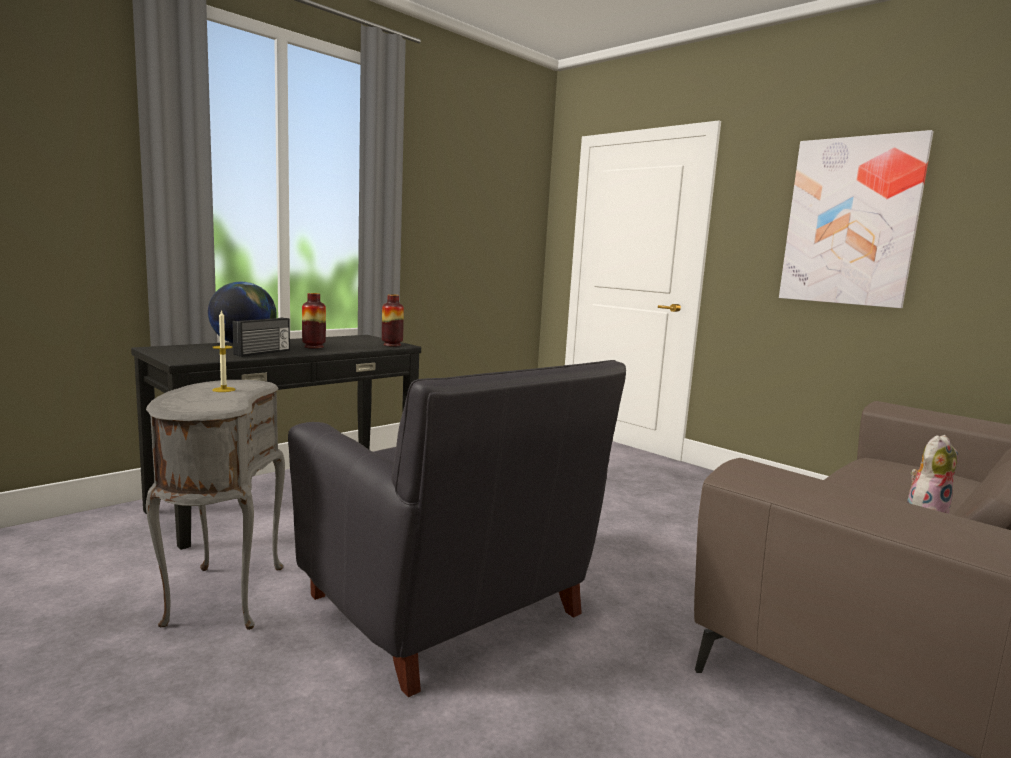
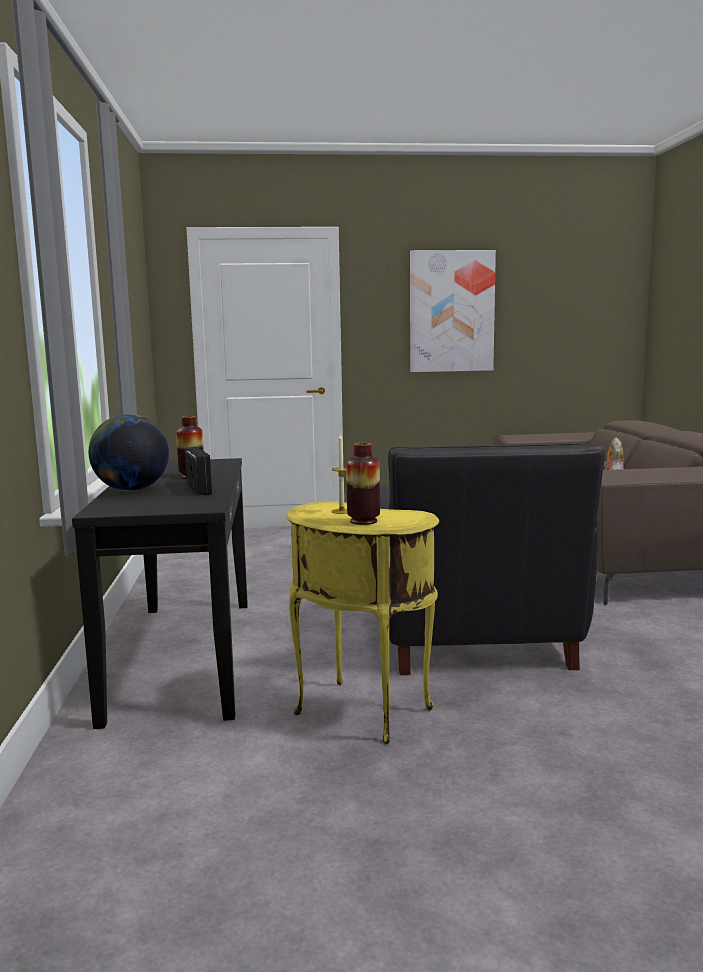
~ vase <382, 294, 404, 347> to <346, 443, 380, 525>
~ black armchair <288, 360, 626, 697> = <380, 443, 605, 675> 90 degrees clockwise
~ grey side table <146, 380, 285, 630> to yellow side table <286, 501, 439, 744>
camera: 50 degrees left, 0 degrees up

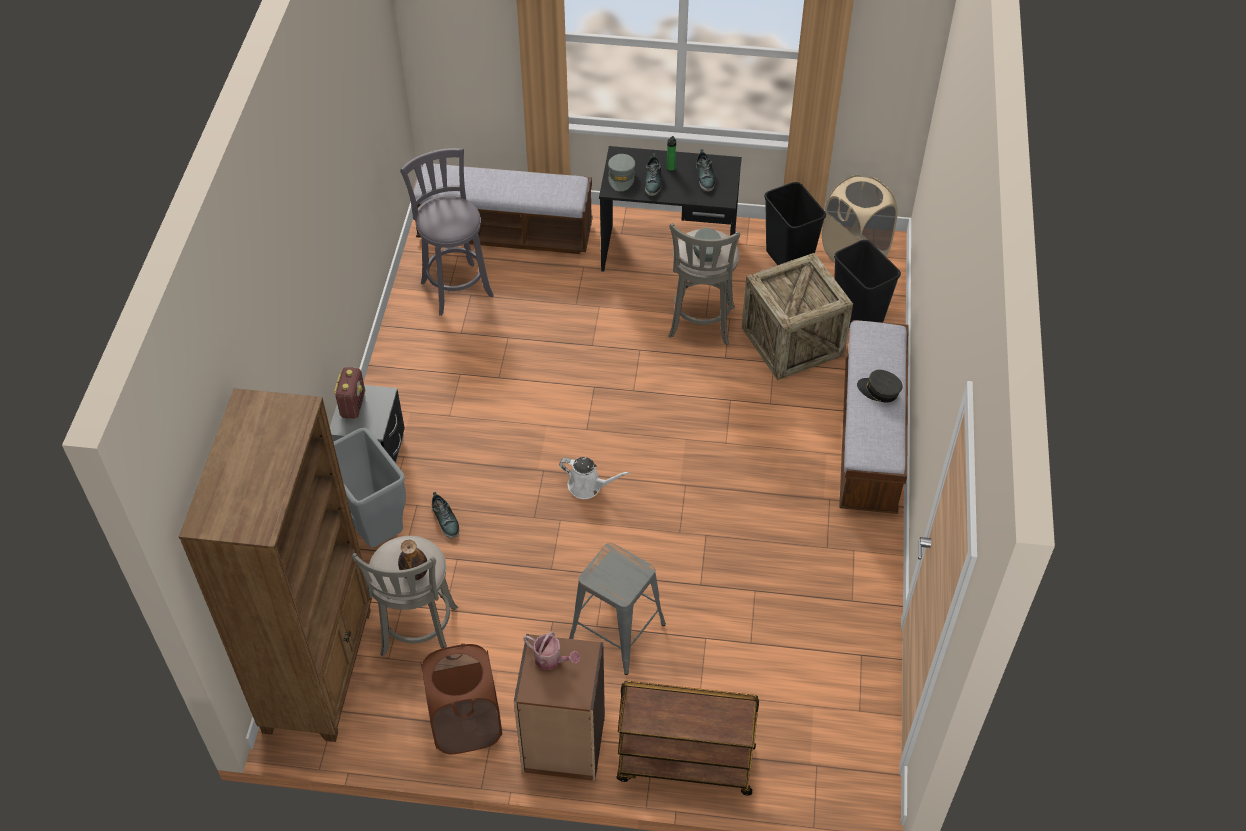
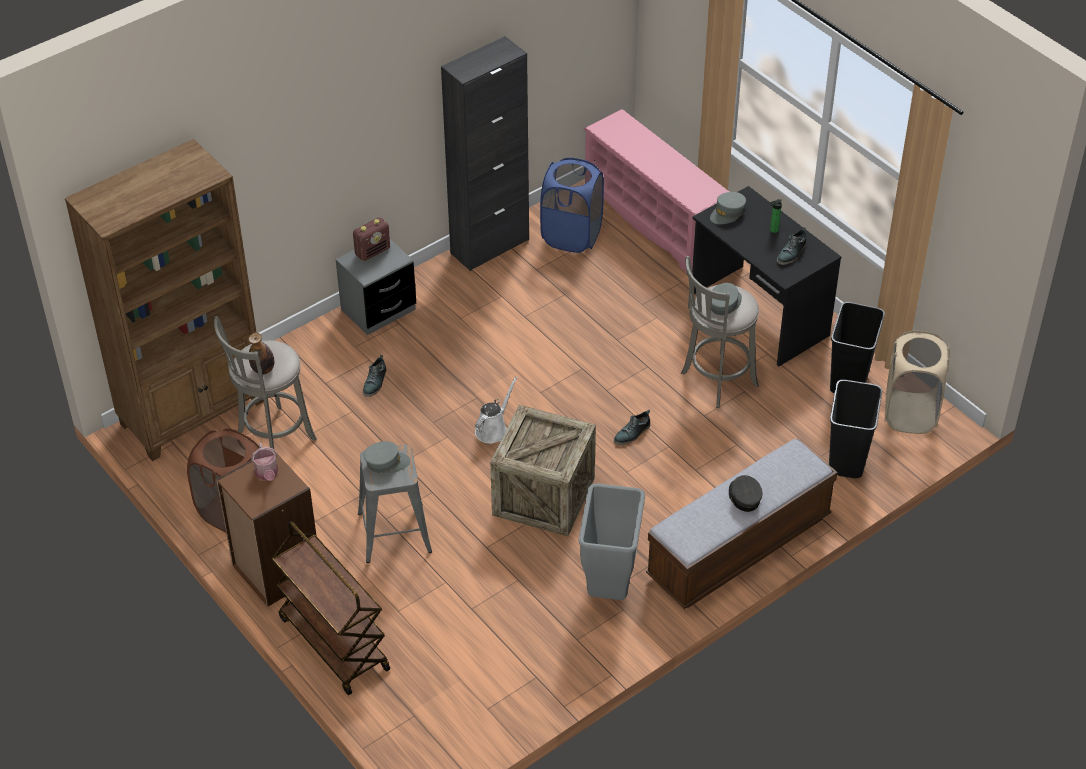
~ grey stool <400, 148, 494, 316> to blue laundry basket <540, 157, 604, 253>
~ shoe <645, 153, 662, 196> to <614, 409, 650, 445>
~ bench <413, 163, 593, 254> to pink shoe rack <584, 109, 729, 273>
~ crate <742, 253, 853, 380> to <490, 405, 596, 536>
~ grey trash can <334, 428, 406, 547> to <578, 483, 645, 600>
~ white watering can <559, 457, 630, 499> = <475, 377, 518, 444> 120 degrees counterclockwise
+ black cabinet <441, 36, 529, 271>
+ grey cap <364, 441, 411, 473>
camera: 45 degrees right, 5 degrees down

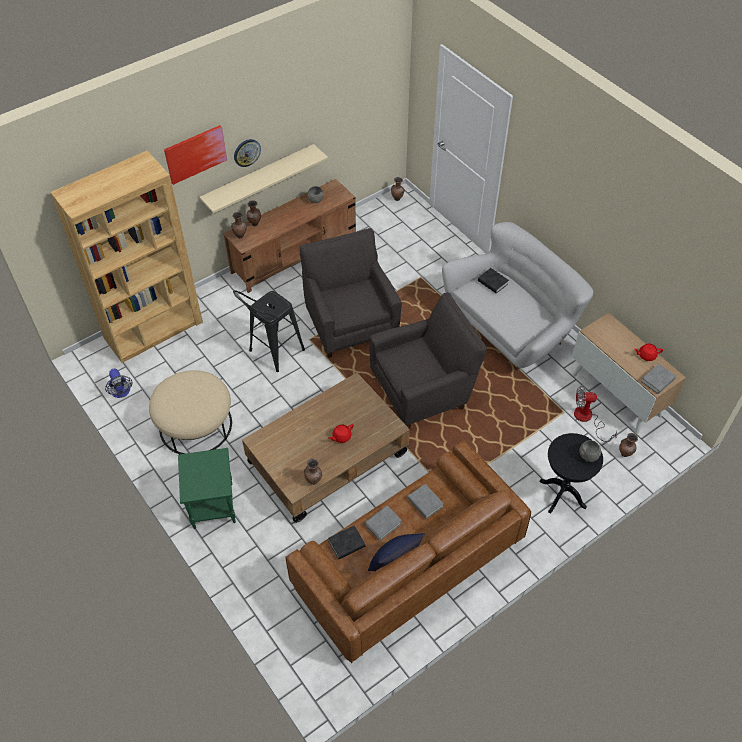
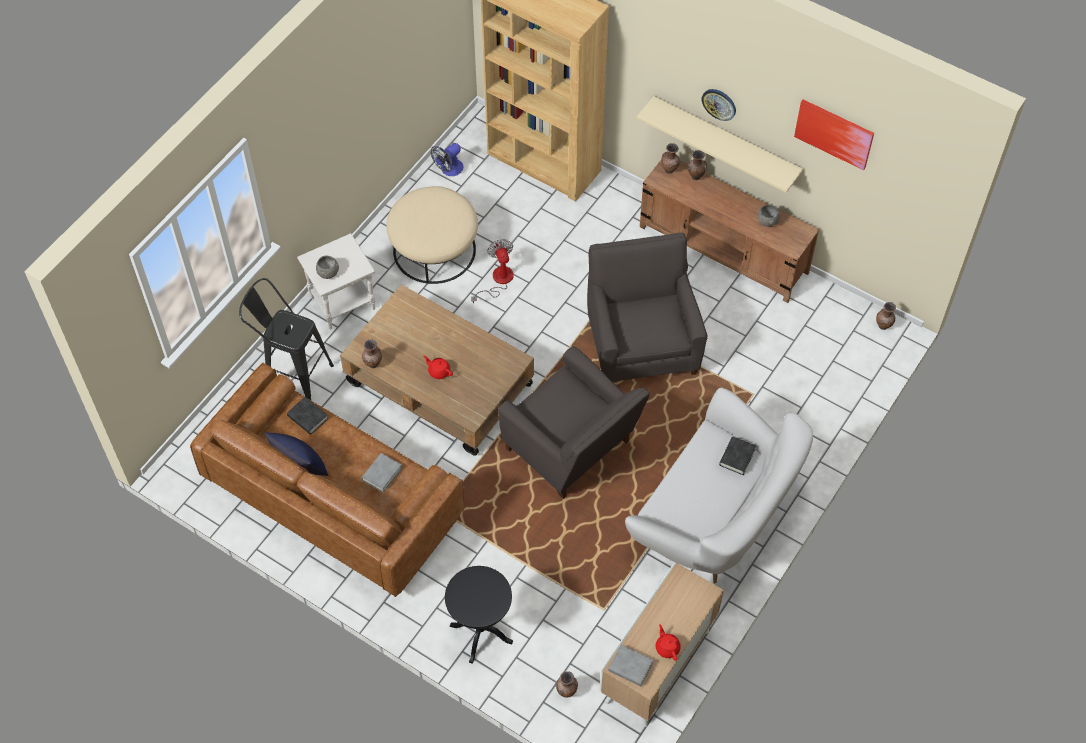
~ picture <164, 125, 227, 185> to <794, 100, 874, 170>
~ grey armchair <300, 228, 402, 358> = <587, 233, 707, 382> 60 degrees counterclockwise
~ black stool <233, 290, 305, 372> to <239, 278, 334, 400>
~ fan <574, 385, 617, 442> to <471, 239, 514, 303>
~ grey bowl <579, 440, 601, 462> to <316, 256, 339, 279>
~ green side table <178, 448, 236, 529> to white side table <297, 233, 375, 329>
- grey book <365, 506, 402, 541>
camera: 70 degrees right, 5 degrees up

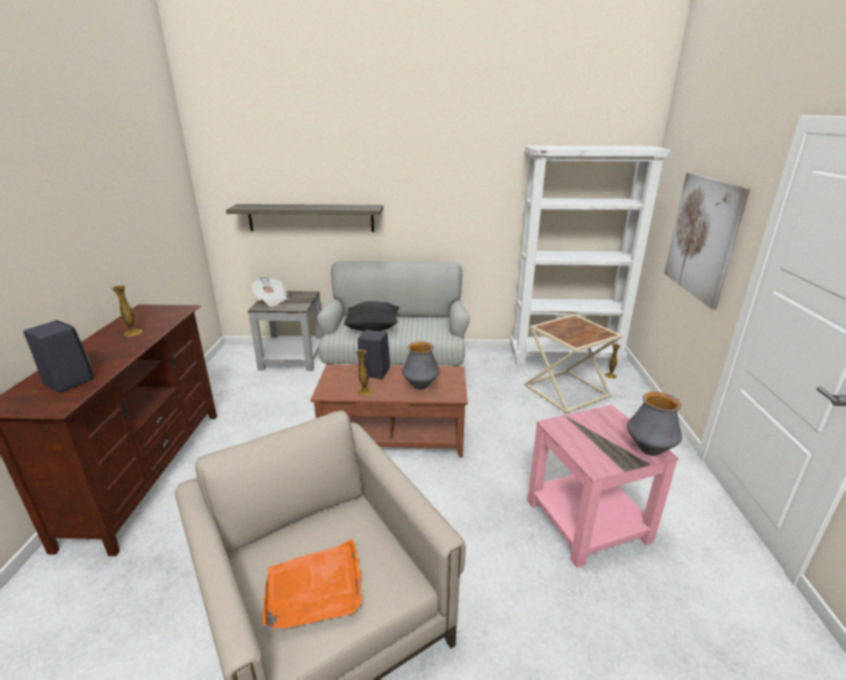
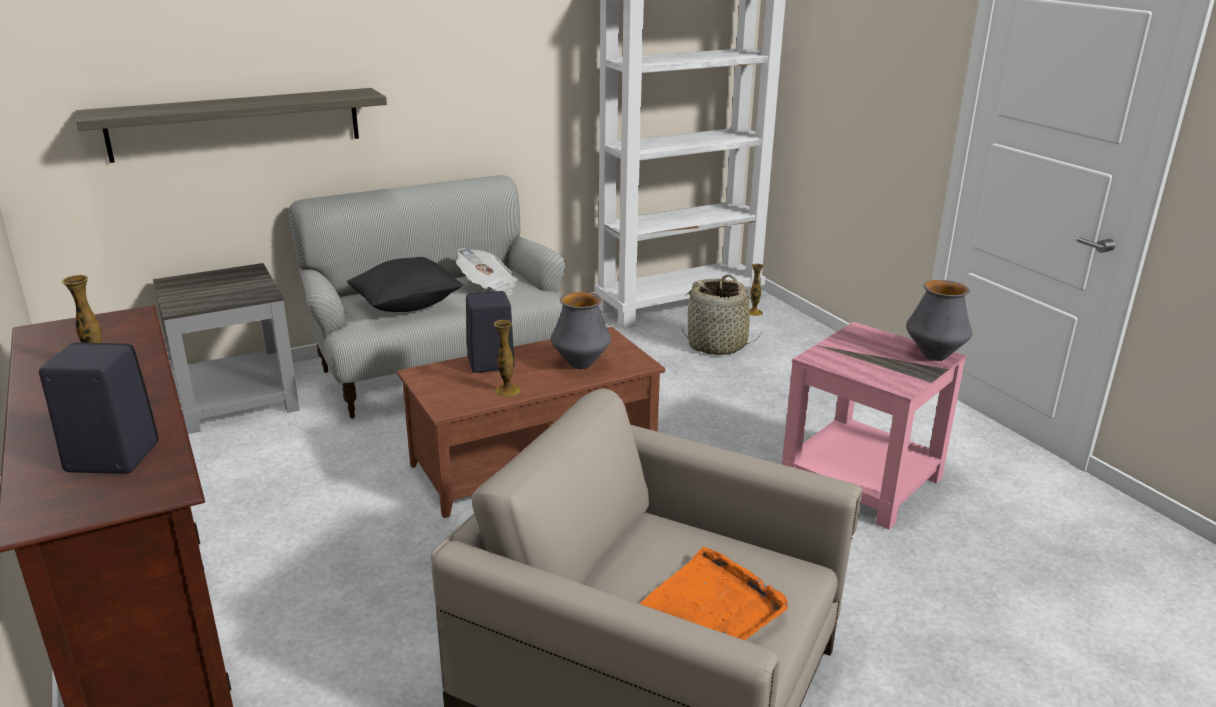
- picture <664, 172, 750, 310>
~ newspaper <252, 276, 288, 307> to <456, 248, 518, 296>
~ beige side table <524, 314, 623, 414> to basket <681, 275, 762, 355>
camera: 30 degrees left, 0 degrees up

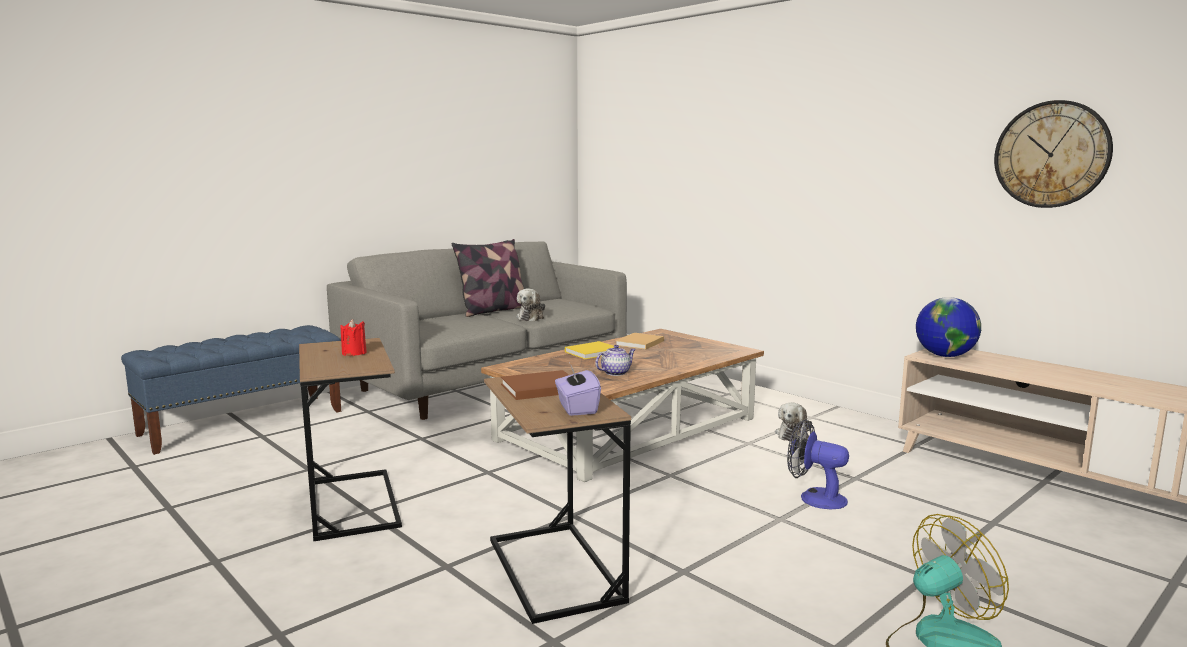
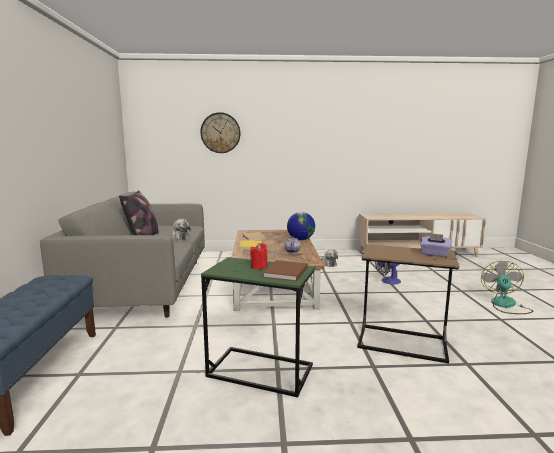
~ wall clock <994, 100, 1113, 208> to <200, 112, 241, 153>
~ globe <916, 297, 981, 357> to <287, 212, 315, 240>
~ brown side table <299, 338, 402, 541> to green side table <201, 257, 315, 397>
~ brown book <501, 370, 569, 400> to <263, 260, 308, 281>
camera: 50 degrees left, 0 degrees up

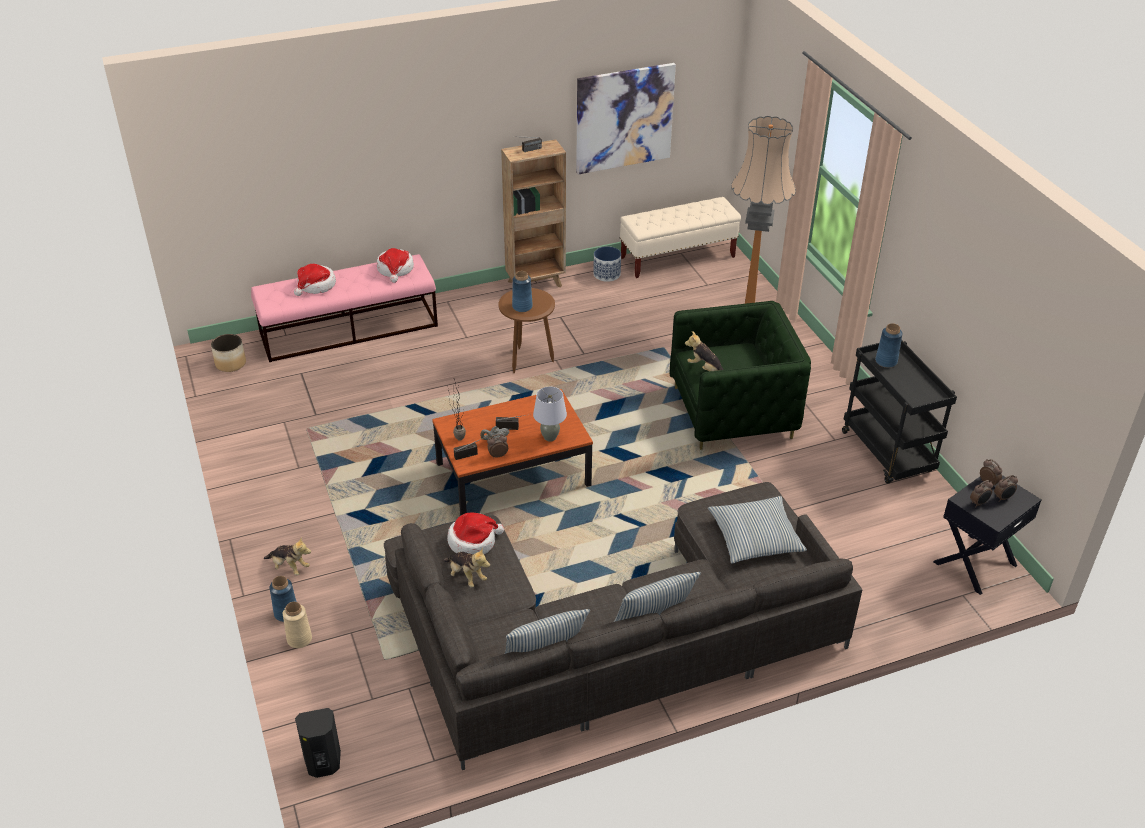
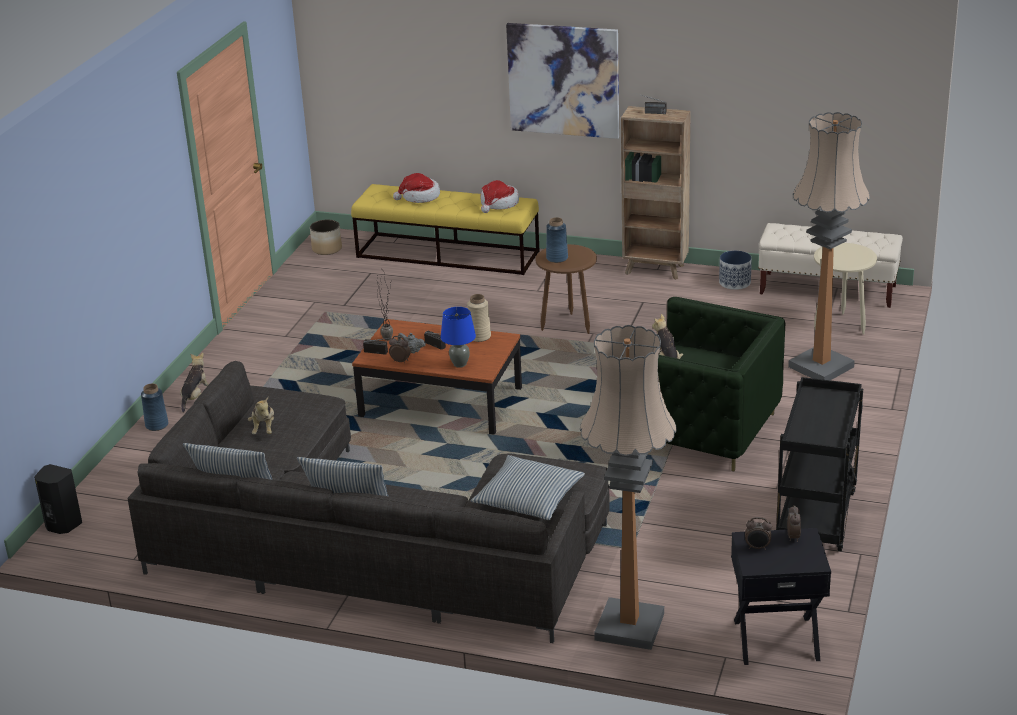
~ picture <576, 63, 676, 174> to <506, 23, 619, 139>
~ pink bench <251, 254, 438, 362> to yellow bench <351, 184, 539, 275>
- blue vase <875, 323, 903, 368>
~ grey table lamp <533, 387, 567, 442> to blue table lamp <441, 307, 476, 368>
- alarm clock <994, 475, 1018, 502>
- hat <447, 513, 504, 555>
~ plush toy <264, 537, 311, 576> = <180, 353, 209, 413> 135 degrees counterclockwise
~ beige vase <283, 602, 312, 648> to <467, 294, 491, 342>
+ beige side table <814, 243, 877, 335>
+ floor lamp <580, 325, 677, 650>
camera: 40 degrees right, 10 degrees down

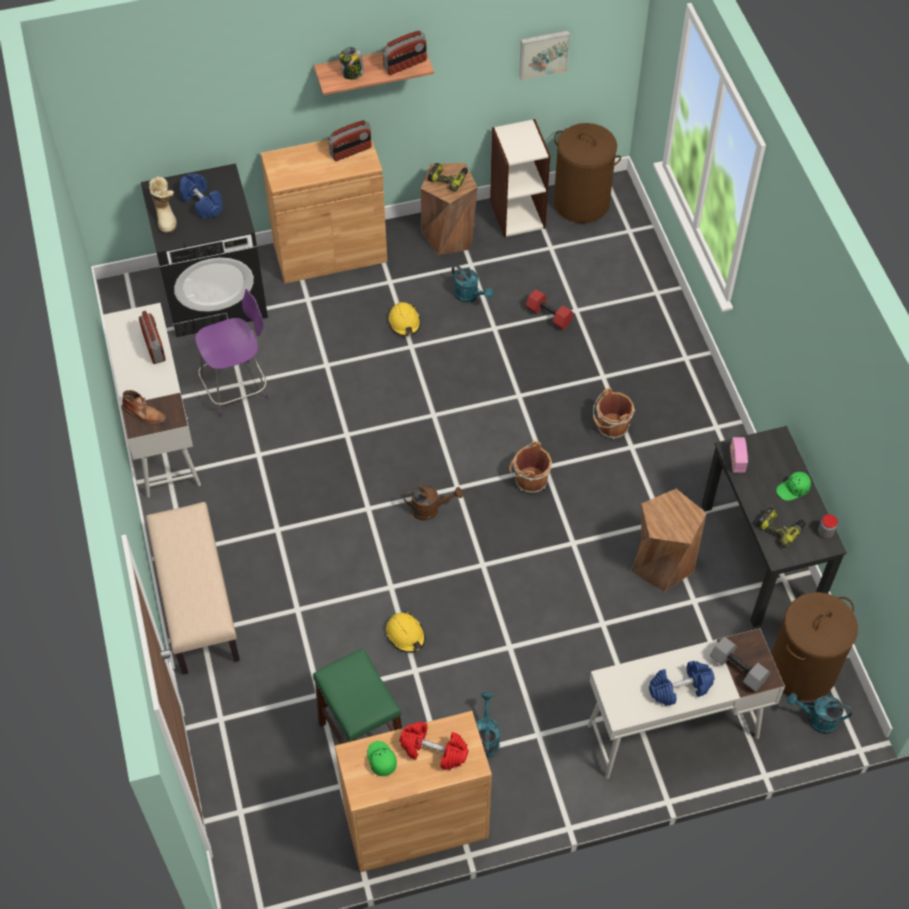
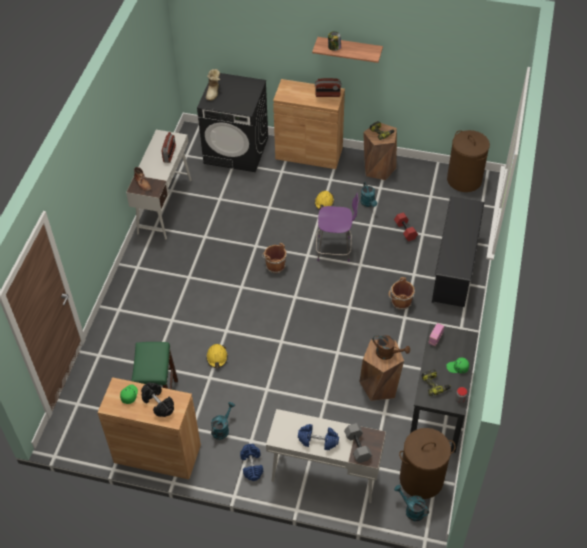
- radio <383, 30, 427, 75>
- picture <519, 31, 570, 80>
- bookcase <490, 119, 550, 237>
~ blue dumbbell <179, 174, 223, 218> to <240, 444, 263, 481>
~ purple chair <195, 289, 269, 417> to <316, 194, 359, 262>
~ brown bucket <509, 441, 552, 494> to <262, 243, 287, 273>
~ brown watering can <404, 485, 463, 520> to <373, 335, 410, 360>
- beige bench <146, 502, 240, 675>
~ red dumbbell <399, 722, 469, 770> to black dumbbell <141, 382, 174, 417>
+ black shoe rack <432, 196, 485, 307>
camera: 30 degrees right, 5 degrees down

